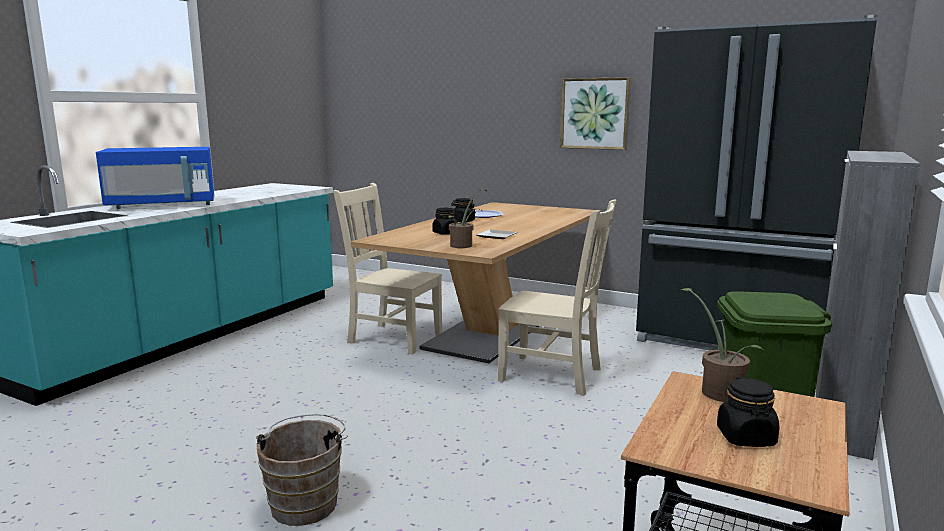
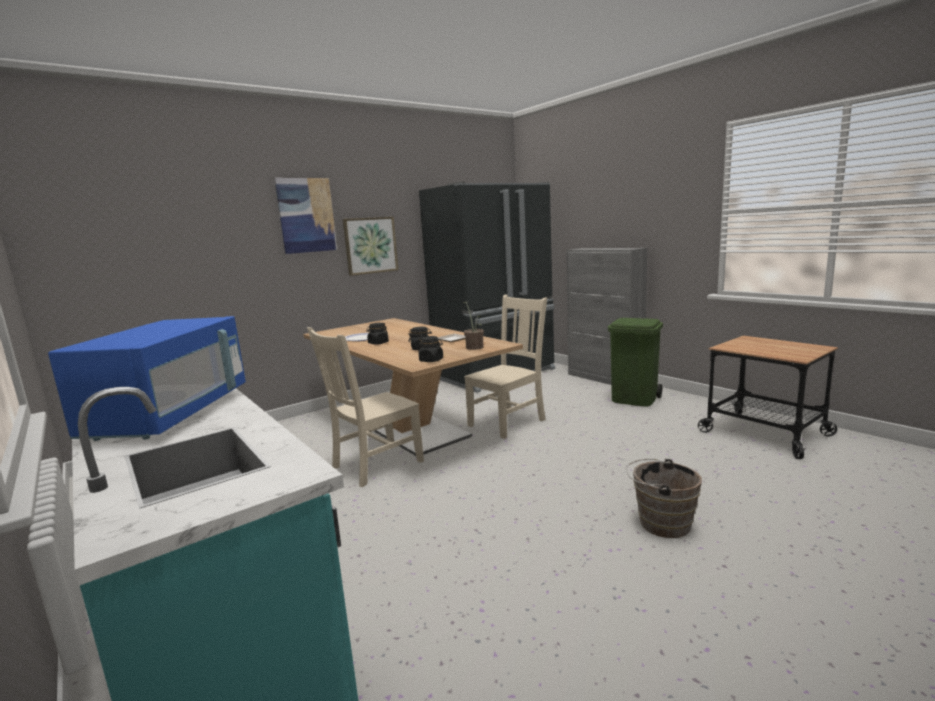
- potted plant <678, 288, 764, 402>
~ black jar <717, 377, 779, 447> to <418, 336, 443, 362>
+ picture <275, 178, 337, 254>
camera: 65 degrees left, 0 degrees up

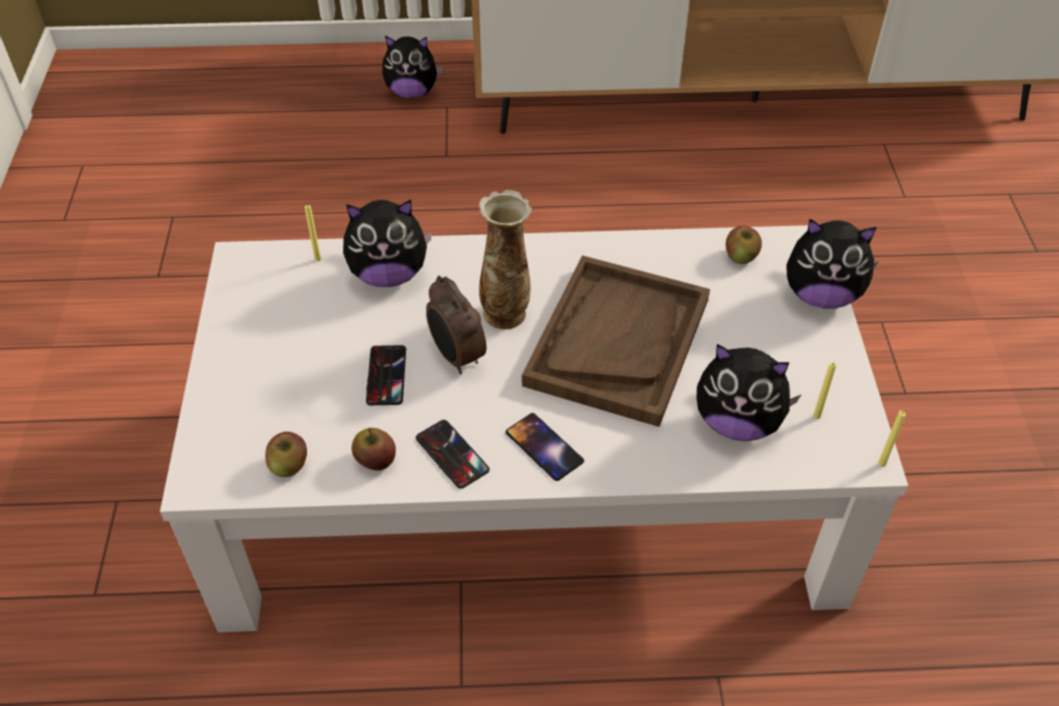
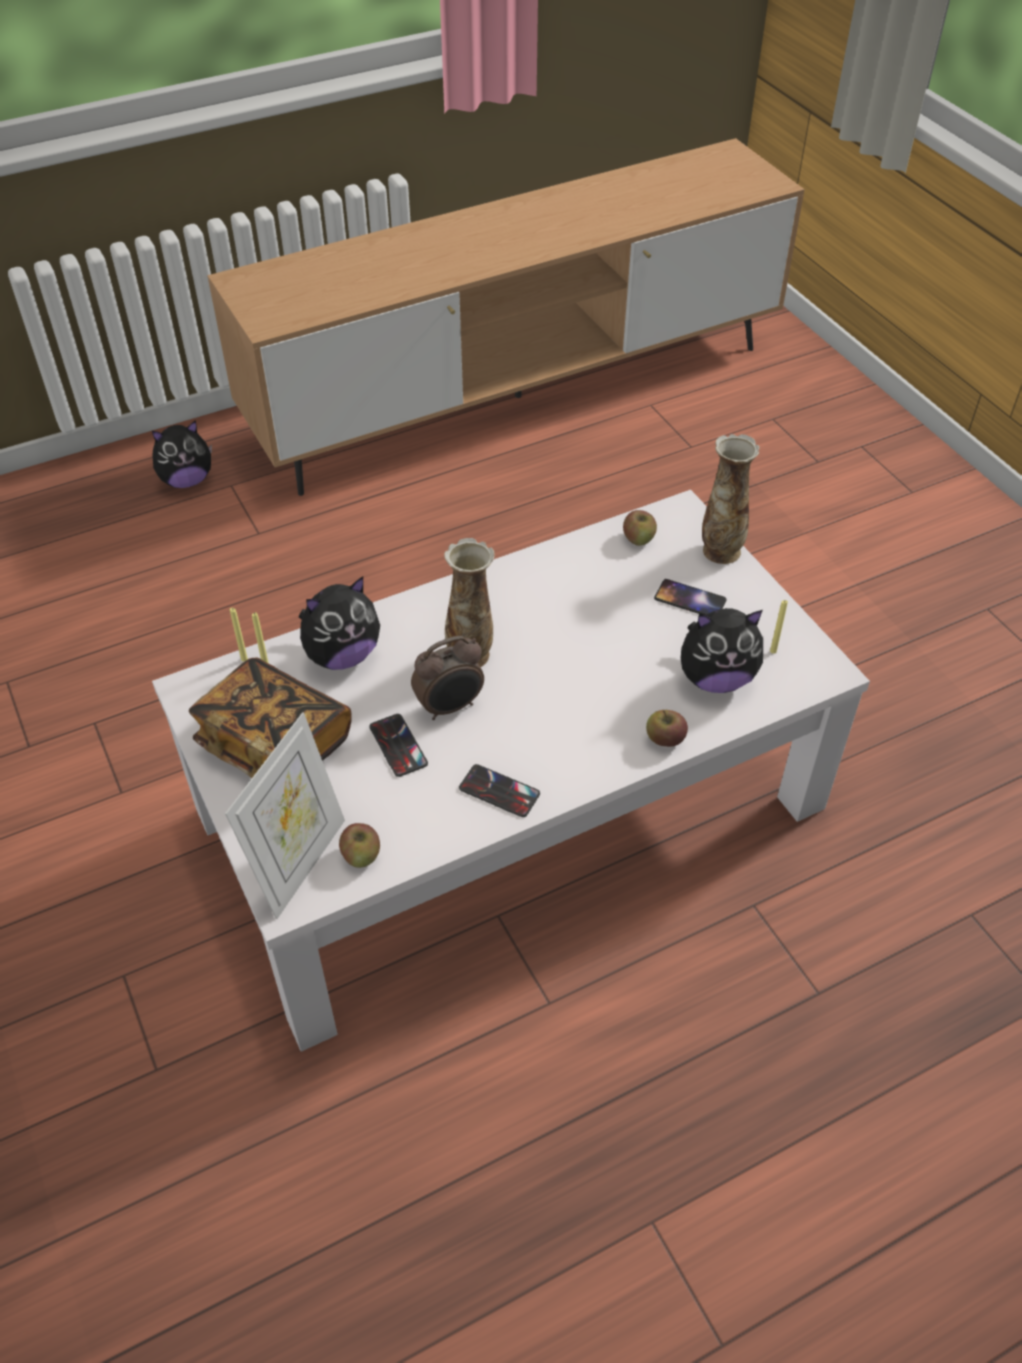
~ plush toy <786, 219, 879, 309> to vase <702, 434, 760, 564>
- brown tray <522, 255, 710, 427>
~ alarm clock <426, 276, 486, 374> = <411, 636, 484, 720> 60 degrees counterclockwise
~ yellow candle <878, 410, 906, 467> to <230, 608, 248, 662>
~ phone <506, 413, 584, 481> to <654, 579, 727, 615>
~ apple <352, 428, 396, 471> to <646, 710, 688, 747>
+ book <189, 657, 352, 779>
+ picture frame <225, 712, 345, 919>
camera: 25 degrees left, 0 degrees up

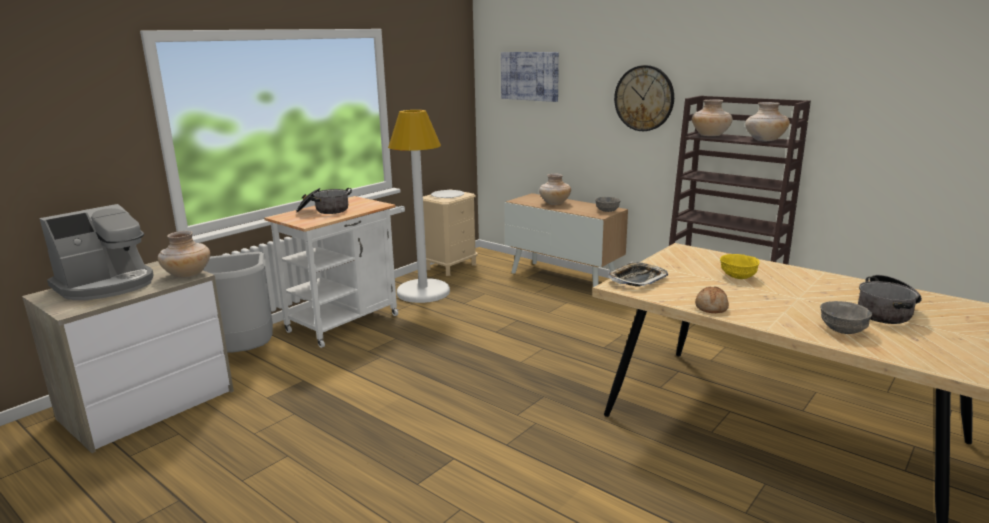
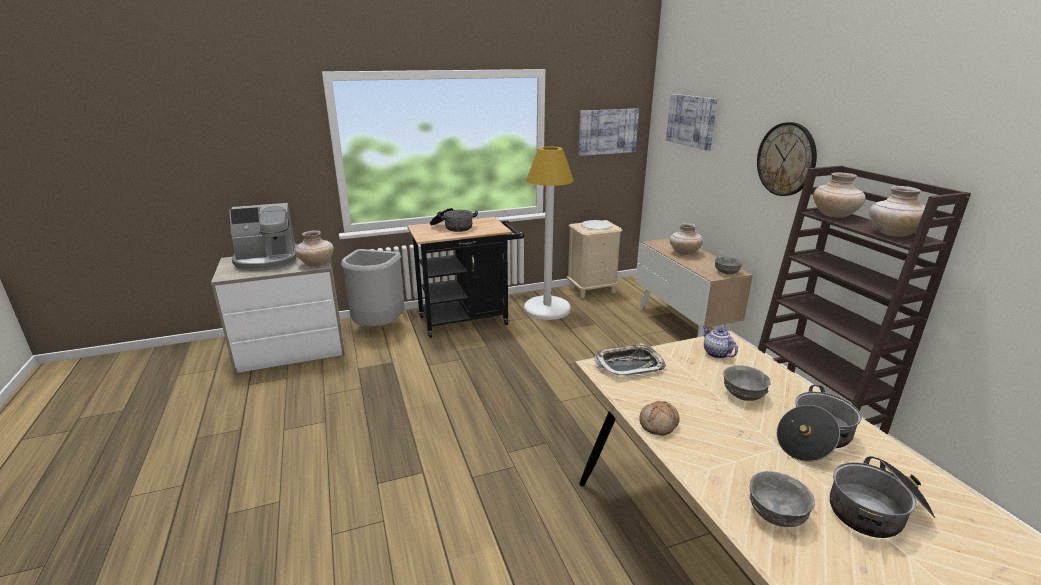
~ white cart <264, 196, 405, 348> to black cart <407, 217, 524, 338>
~ yellow bowl <720, 254, 760, 279> to grey bowl <723, 365, 771, 401>
+ picture <578, 109, 639, 156>
+ teapot <703, 326, 738, 358>
+ cooking pot <777, 385, 862, 462>
camera: 30 degrees right, 5 degrees up

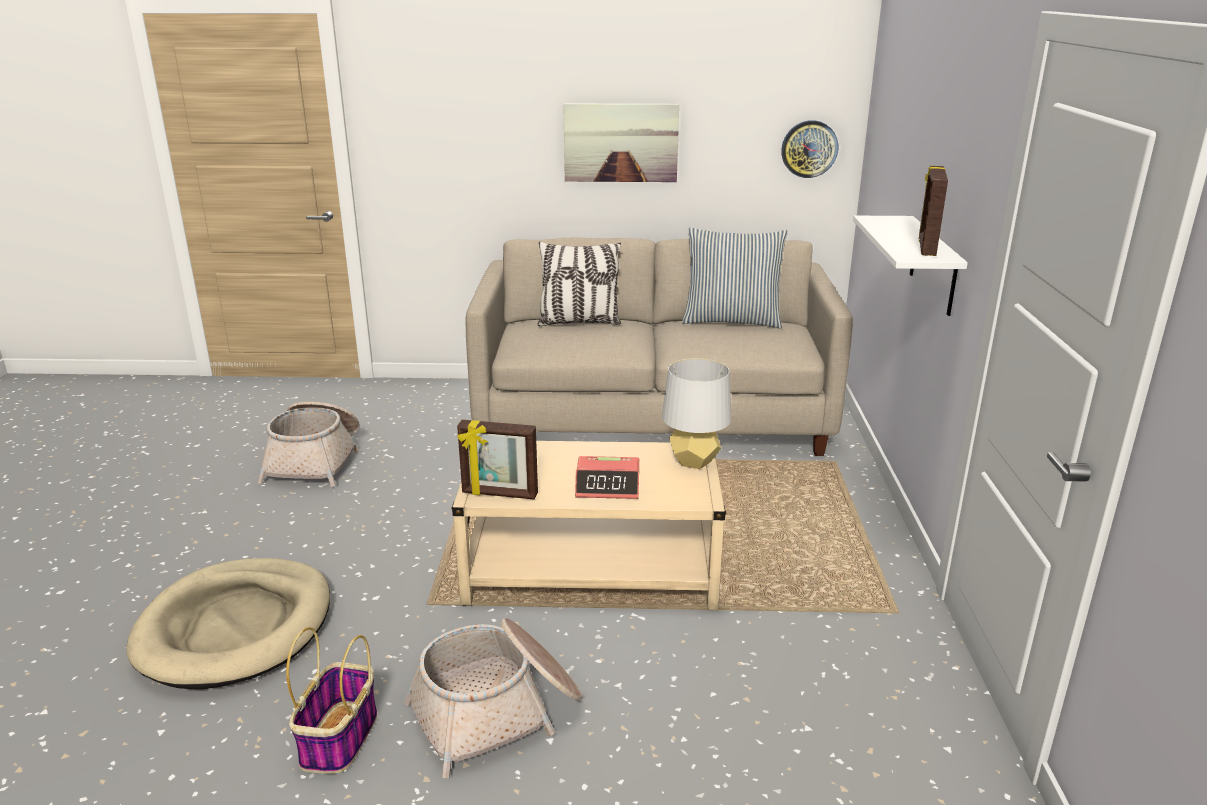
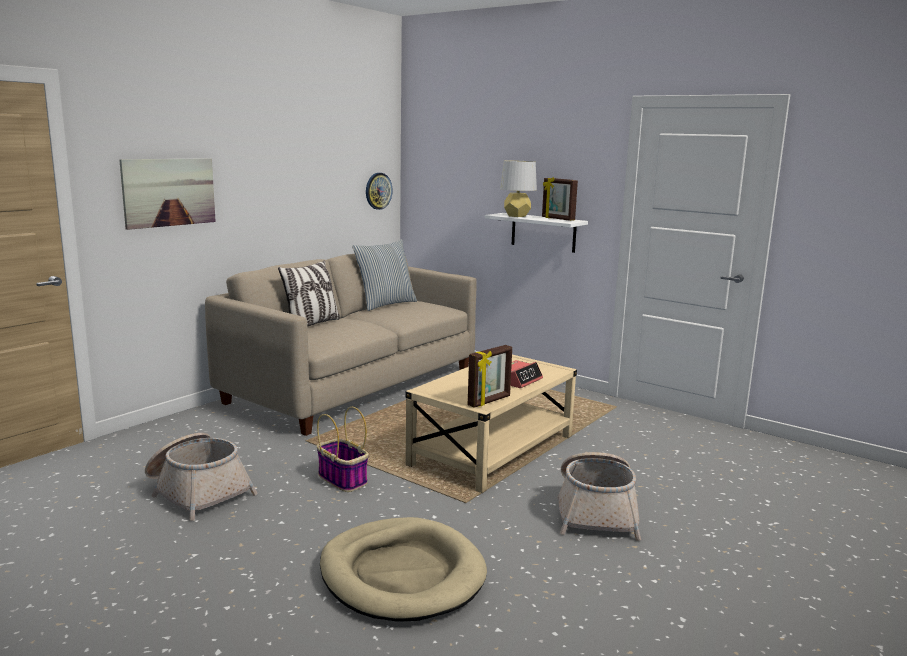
~ picture <563, 103, 679, 182> to <119, 158, 216, 230>
~ grey table lamp <662, 358, 731, 469> to <500, 161, 537, 217>
~ basket <286, 627, 377, 774> to <317, 407, 369, 492>
camera: 55 degrees left, 10 degrees down

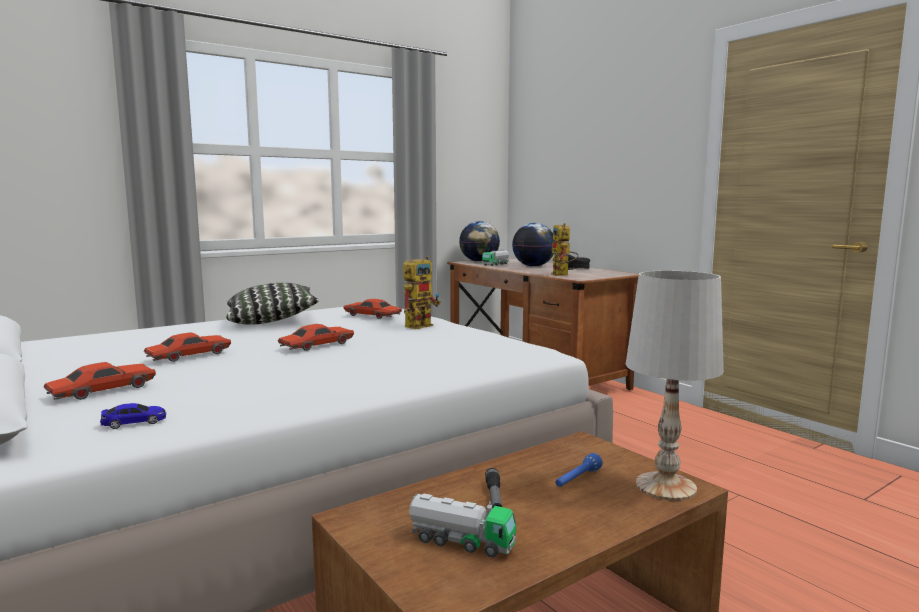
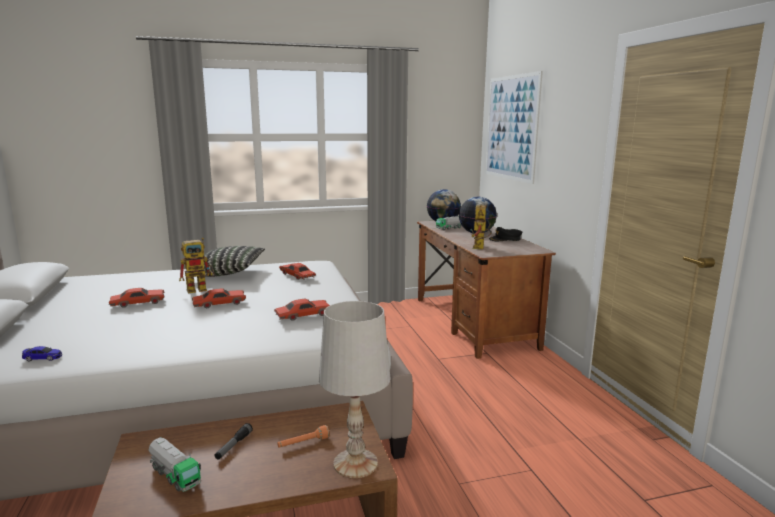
~ toy robot <403, 256, 441, 329> to <179, 238, 214, 293>
~ red toy car <44, 362, 156, 400> to <274, 299, 330, 321>
~ blue flashlight <555, 453, 603, 487> to orange flashlight <277, 425, 329, 448>
+ picture <485, 71, 543, 184>
camera: 20 degrees right, 5 degrees up

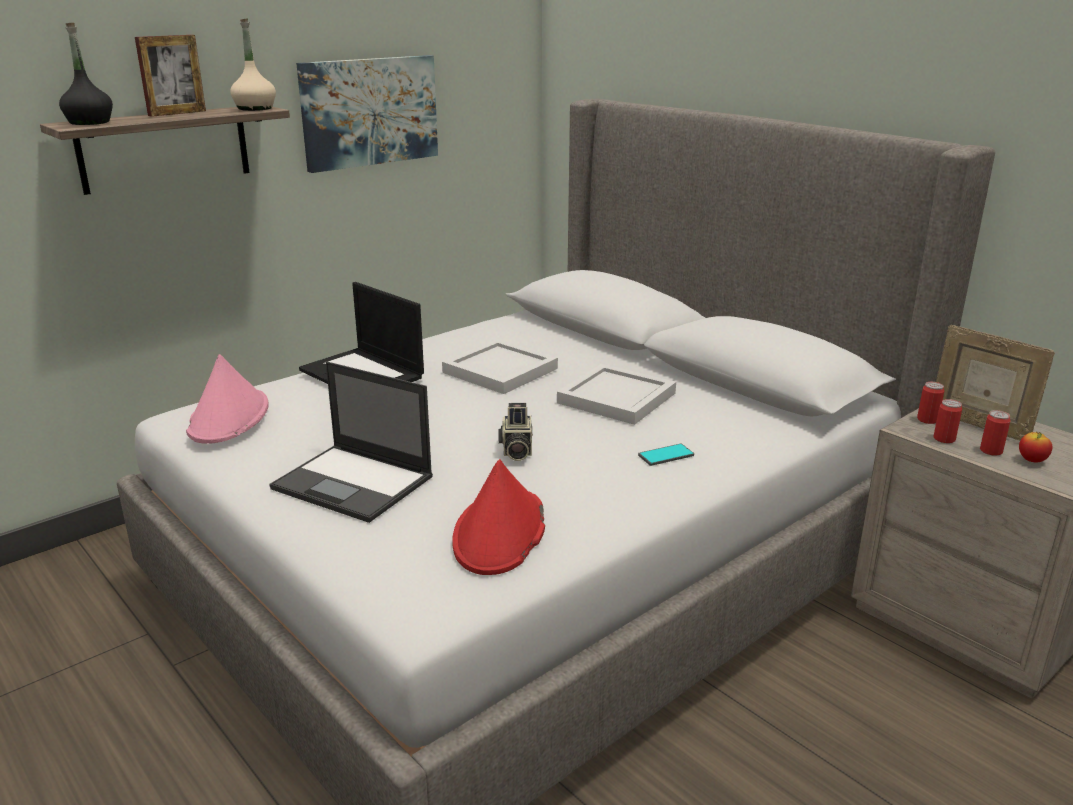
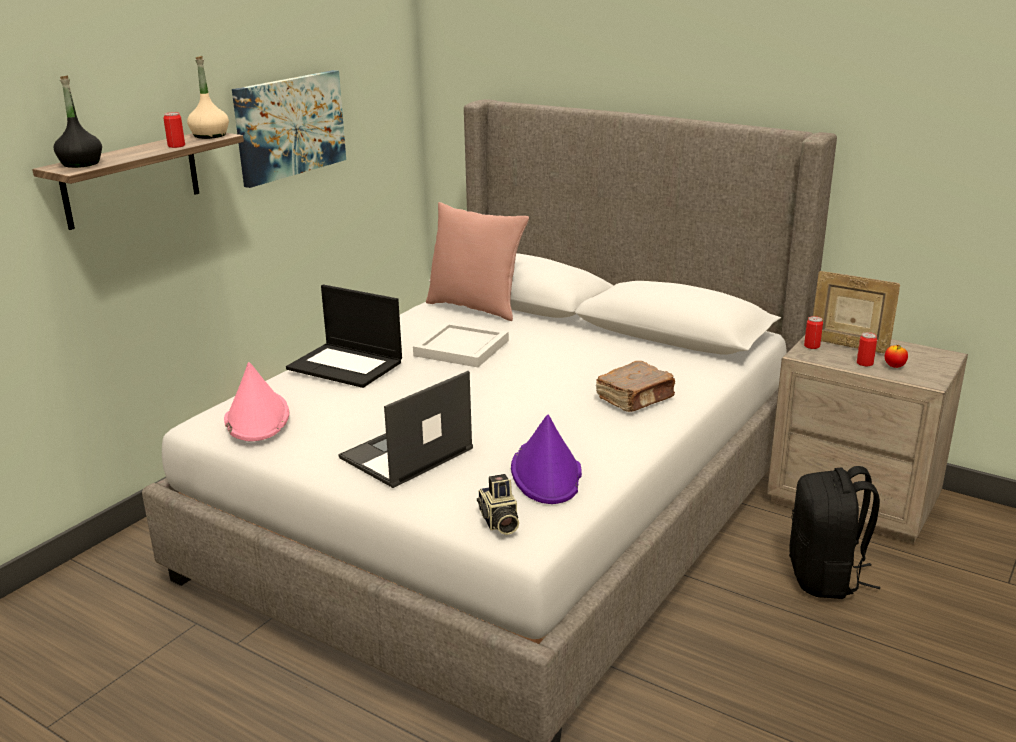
- picture frame <135, 35, 206, 117>
~ laptop <269, 361, 433, 523> = <338, 371, 473, 488> 120 degrees clockwise
- white tray <557, 364, 676, 425>
~ can <933, 399, 962, 443> to <163, 112, 185, 148>
~ photo camera <499, 403, 533, 461> to <477, 474, 519, 535>
~ phone <638, 444, 694, 466> to brown book <596, 361, 675, 412>
~ red hat <453, 459, 545, 575> to purple hat <511, 414, 582, 504>
+ pink pillow <426, 202, 529, 321>
+ black backpack <789, 466, 880, 599>
camera: 15 degrees left, 0 degrees up

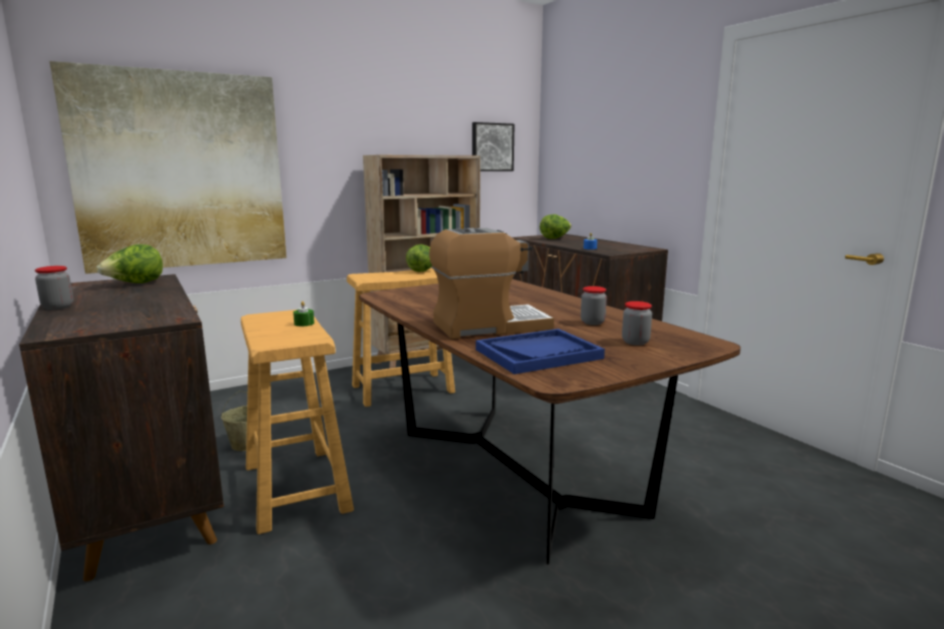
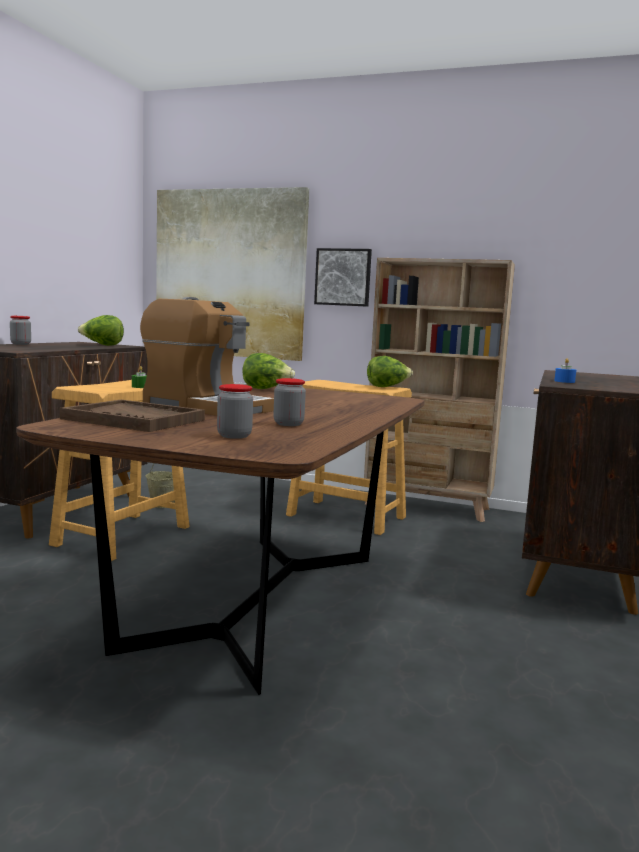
~ picture <472, 122, 515, 171> to <314, 248, 372, 307>
~ lettuce <540, 214, 572, 239> to <242, 353, 295, 389>
~ blue tray <476, 329, 605, 374> to brown tray <60, 400, 205, 432>
camera: 50 degrees right, 5 degrees down

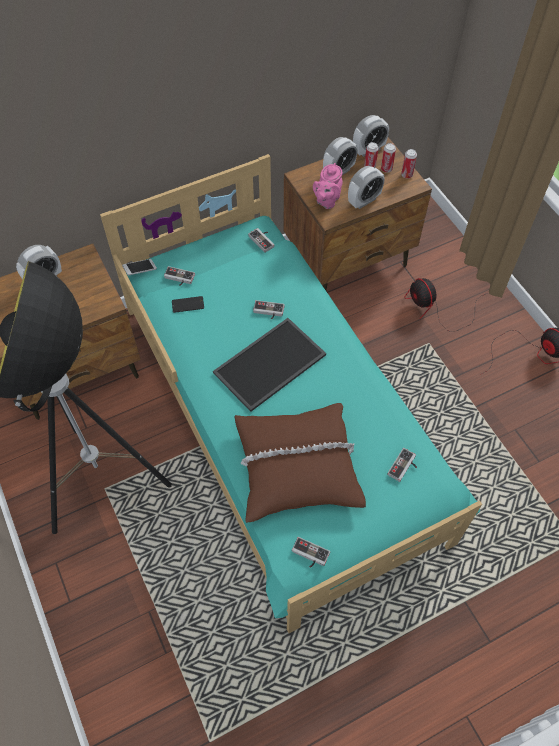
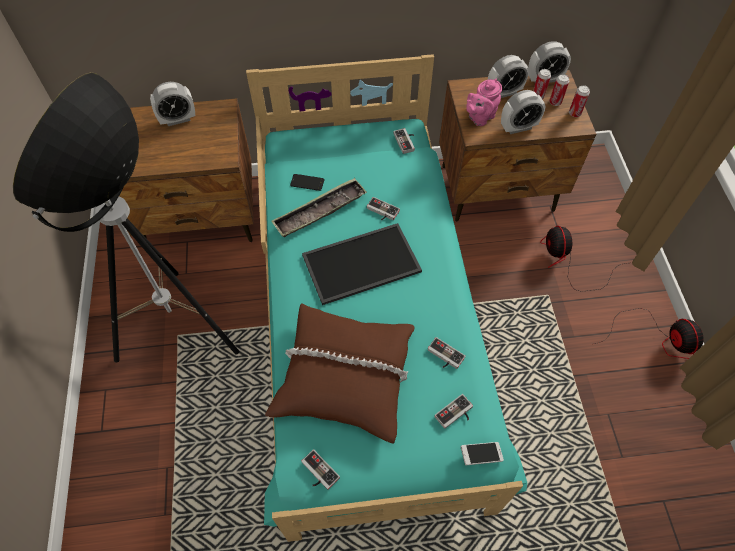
~ phone <122, 259, 157, 275> to <460, 442, 504, 465>
~ game controller <164, 266, 195, 286> to <428, 337, 466, 369>
+ tray <271, 178, 367, 237>
camera: 20 degrees right, 0 degrees up

